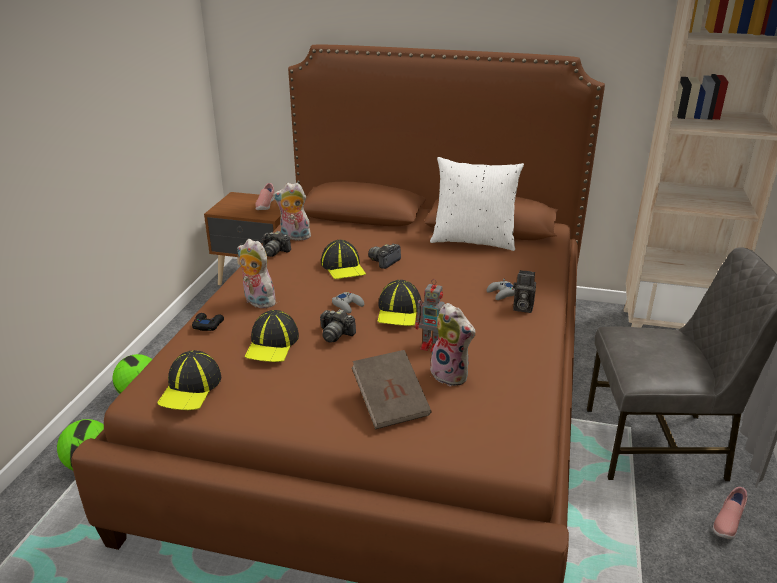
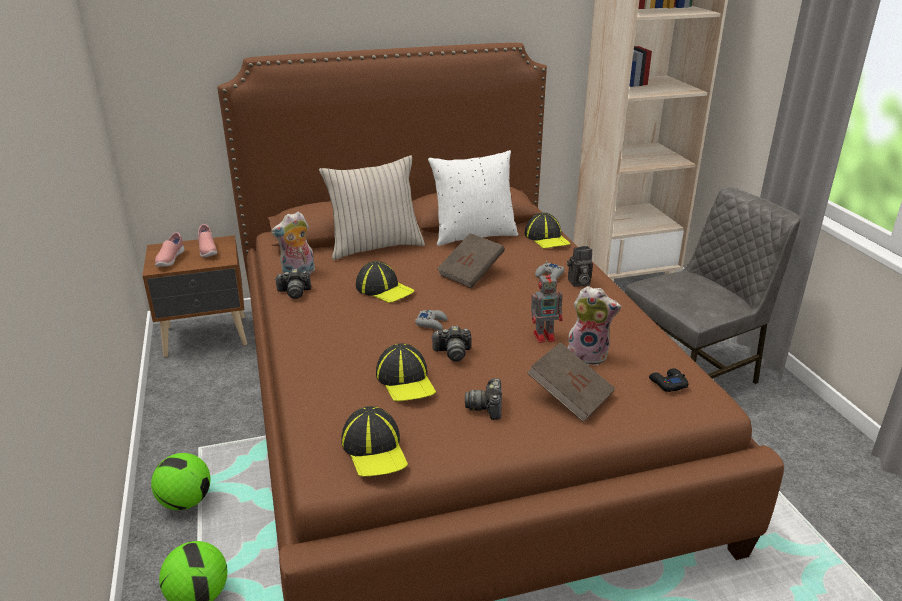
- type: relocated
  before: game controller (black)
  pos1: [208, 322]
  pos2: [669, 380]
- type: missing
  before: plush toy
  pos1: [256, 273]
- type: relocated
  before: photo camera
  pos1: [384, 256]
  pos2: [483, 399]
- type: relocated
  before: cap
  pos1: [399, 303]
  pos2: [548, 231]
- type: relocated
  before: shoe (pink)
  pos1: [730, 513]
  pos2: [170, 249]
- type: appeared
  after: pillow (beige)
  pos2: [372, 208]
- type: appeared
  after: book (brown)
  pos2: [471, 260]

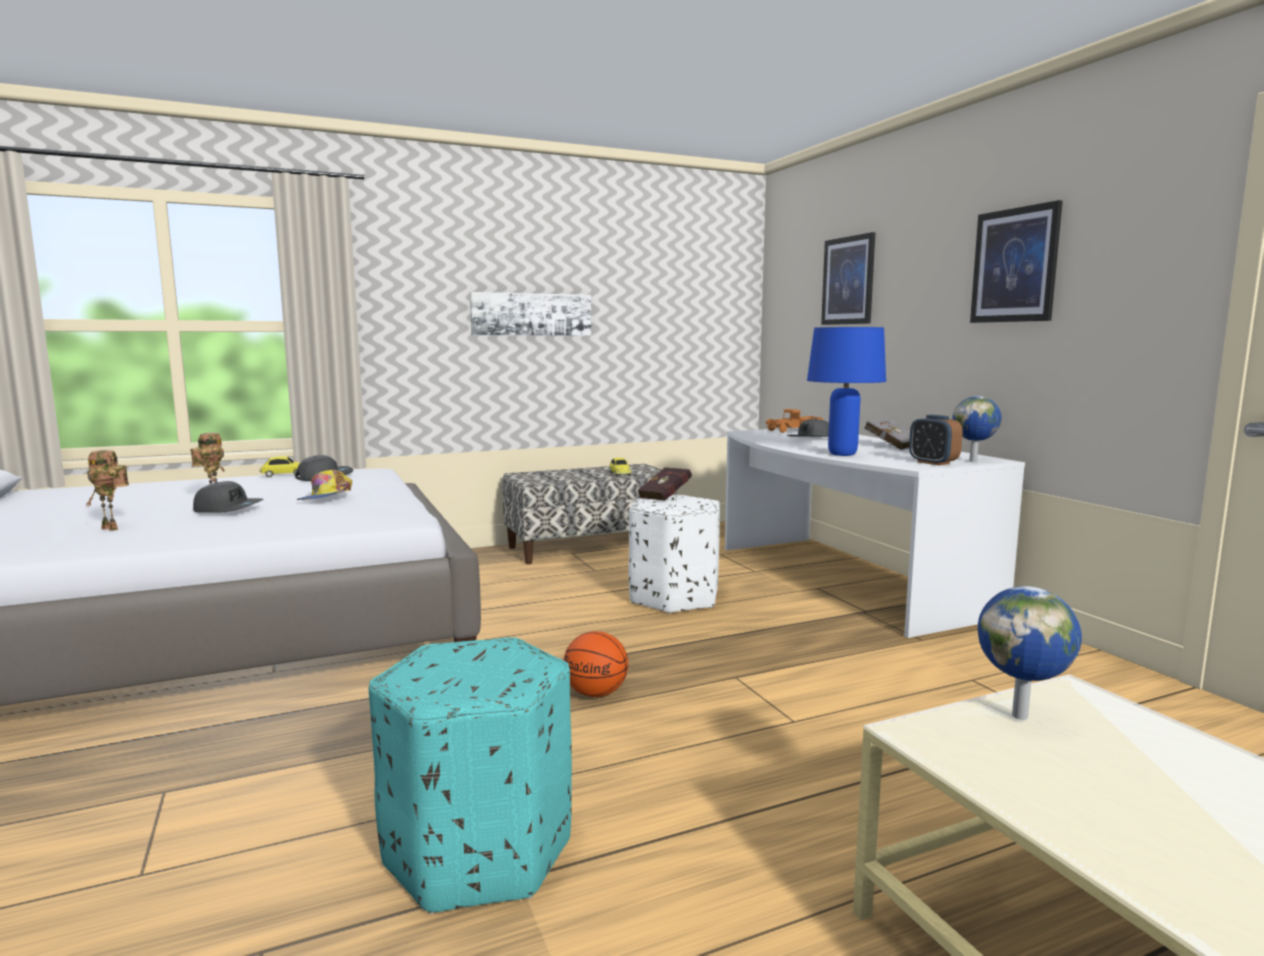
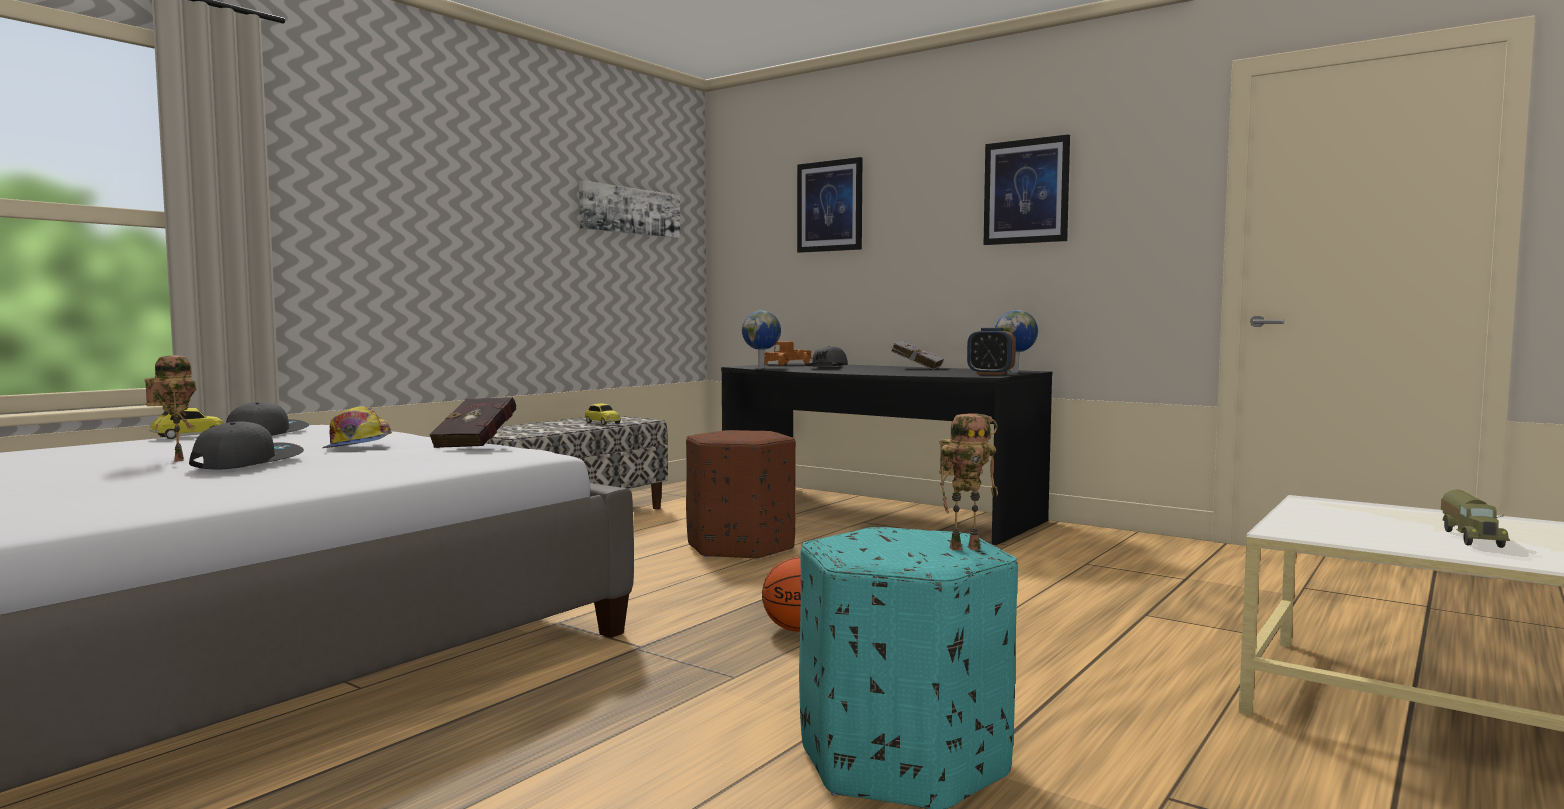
- type: relocated
  before: toy robot
  pos1: [107, 490]
  pos2: [968, 481]
- type: spun
  before: cap (grey)
  pos1: [228, 496]
  pos2: [246, 445]
  turn: -45
- type: relocated
  before: picture
  pos1: [530, 314]
  pos2: [629, 209]
- type: colour
  before: ottoman (white)
  after: ottoman (brown)
  pos1: [674, 554]
  pos2: [741, 495]
- type: relocated
  before: book (red)
  pos1: [665, 484]
  pos2: [472, 422]
- type: colour
  before: desk (white)
  after: desk (black)
  pos1: [875, 533]
  pos2: [886, 454]
- type: missing
  before: table lamp (blue)
  pos1: [846, 391]
- type: relocated
  before: globe
  pos1: [1030, 653]
  pos2: [761, 339]
- type: appeared
  after: toy truck
  pos2: [1475, 519]

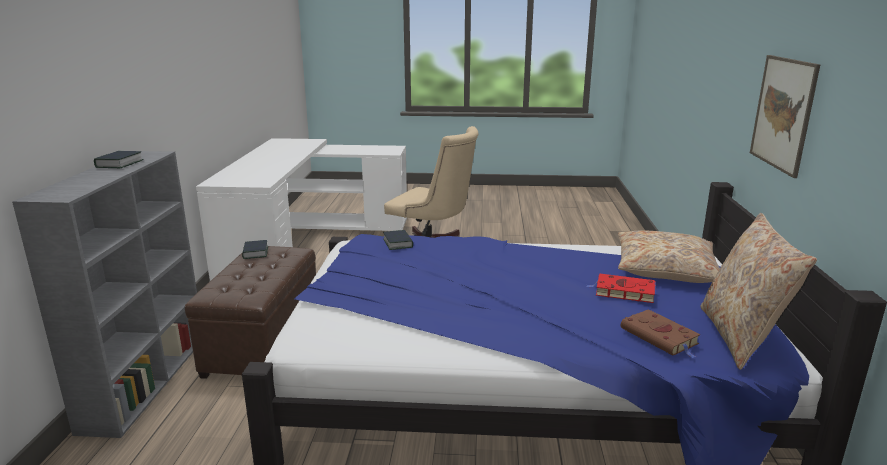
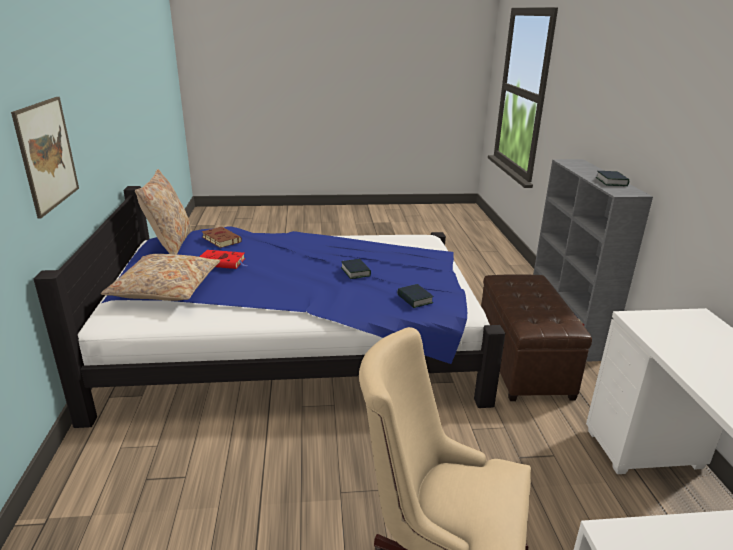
- type: relocated
  before: book
  pos1: [255, 249]
  pos2: [356, 269]

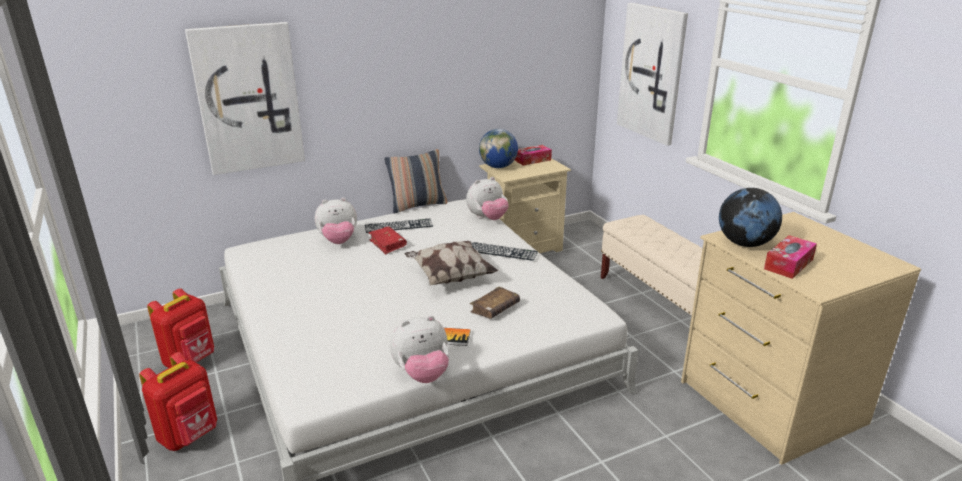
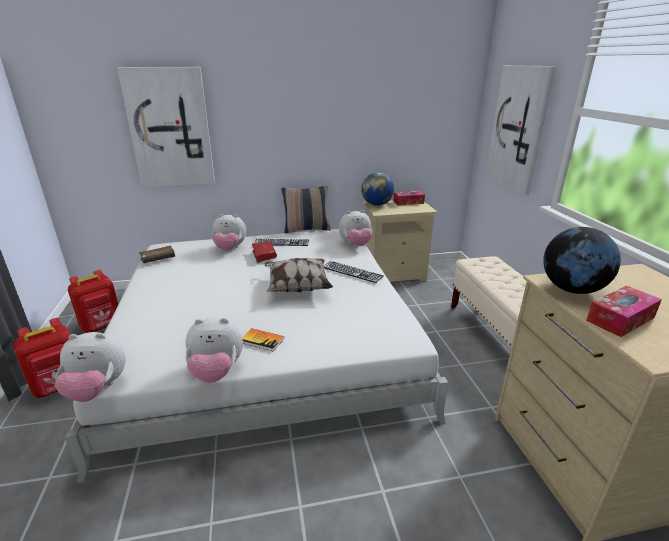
- type: relocated
  before: book (brown)
  pos1: [495, 302]
  pos2: [157, 254]
- type: appeared
  after: plush toy
  pos2: [90, 367]

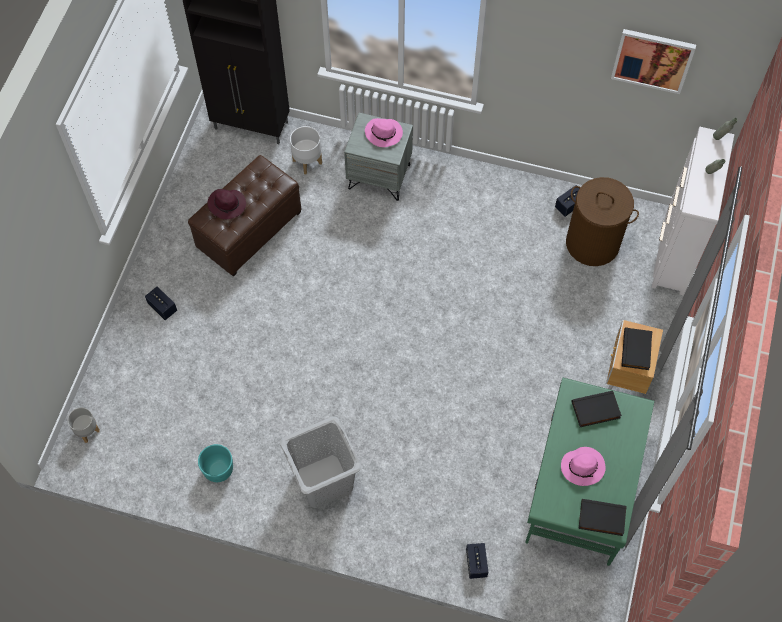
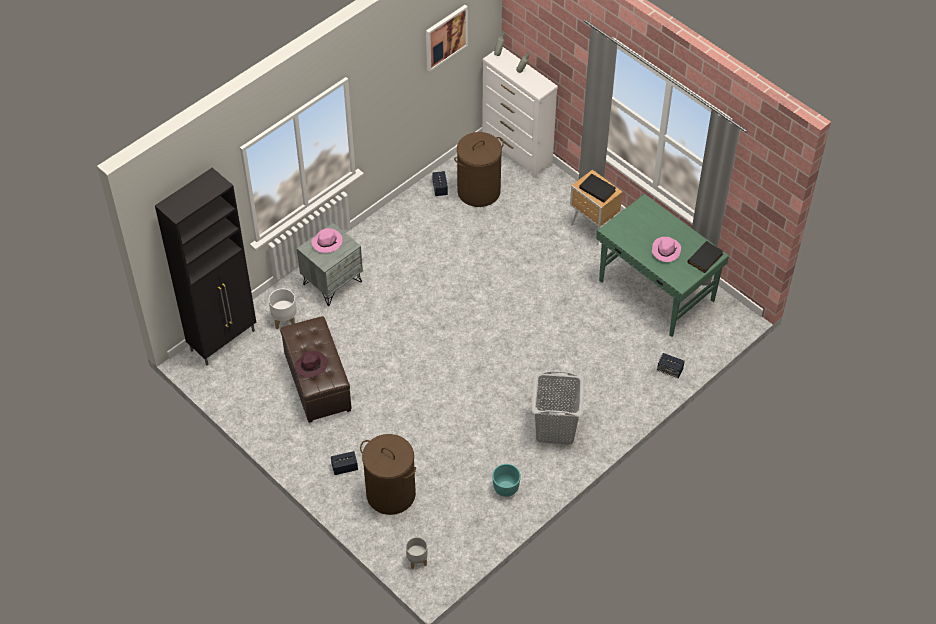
- type: missing
  before: book (black)
  pos1: [597, 409]
- type: appeared
  after: laundry basket (brown)
  pos2: [388, 474]

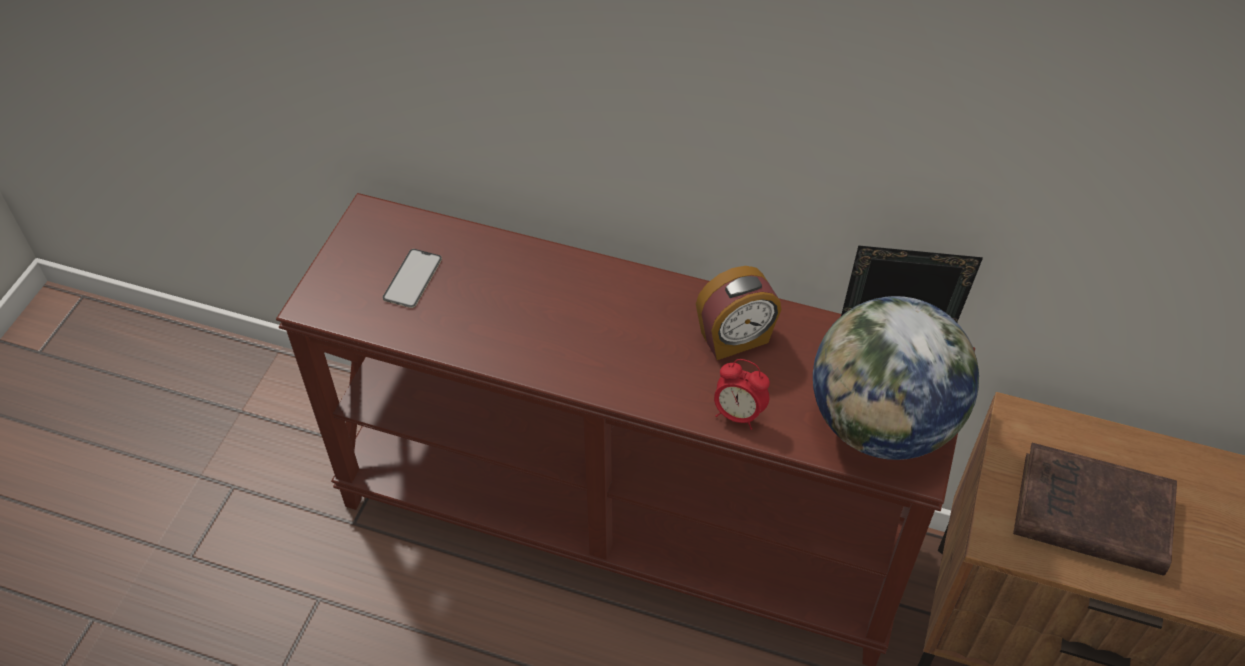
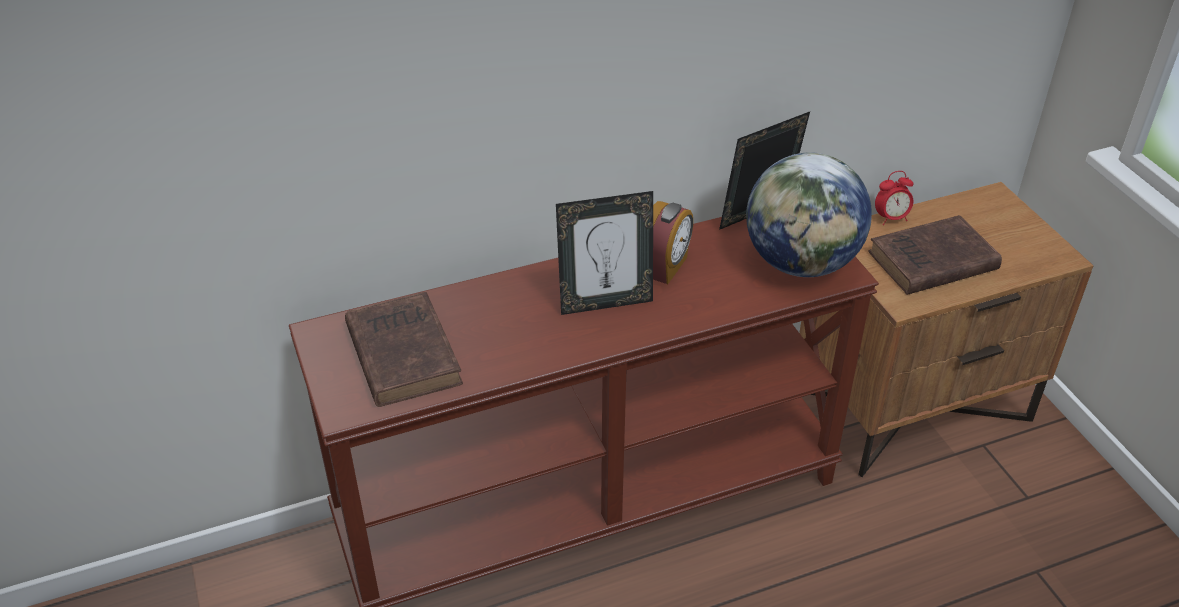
- type: exchanged
  before: phone
  after: book (brown)
  pos1: [412, 278]
  pos2: [404, 349]
- type: relocated
  before: alarm clock
  pos1: [742, 394]
  pos2: [894, 198]
- type: appeared
  after: picture frame
  pos2: [604, 253]

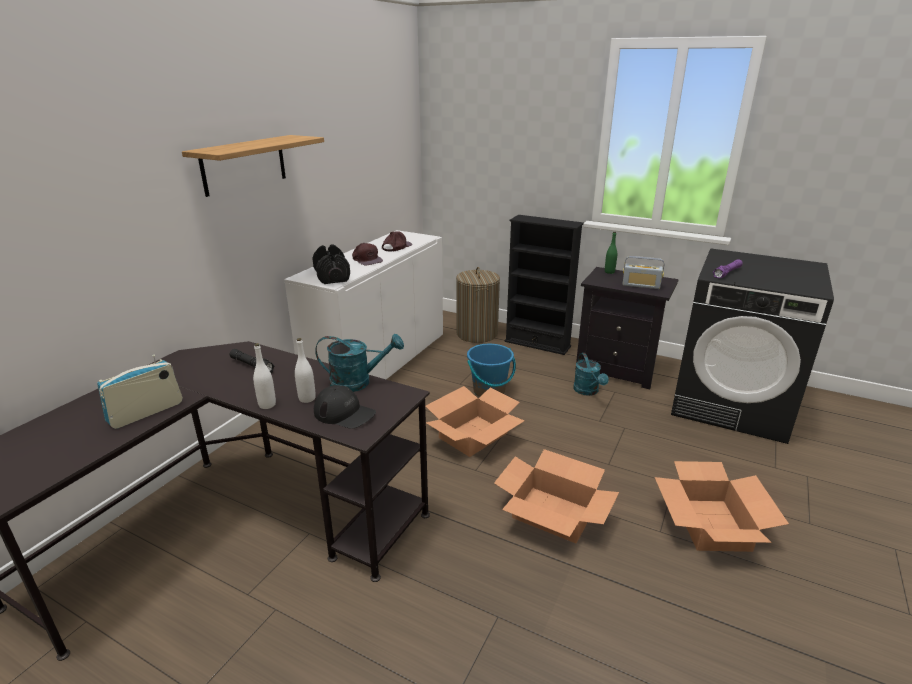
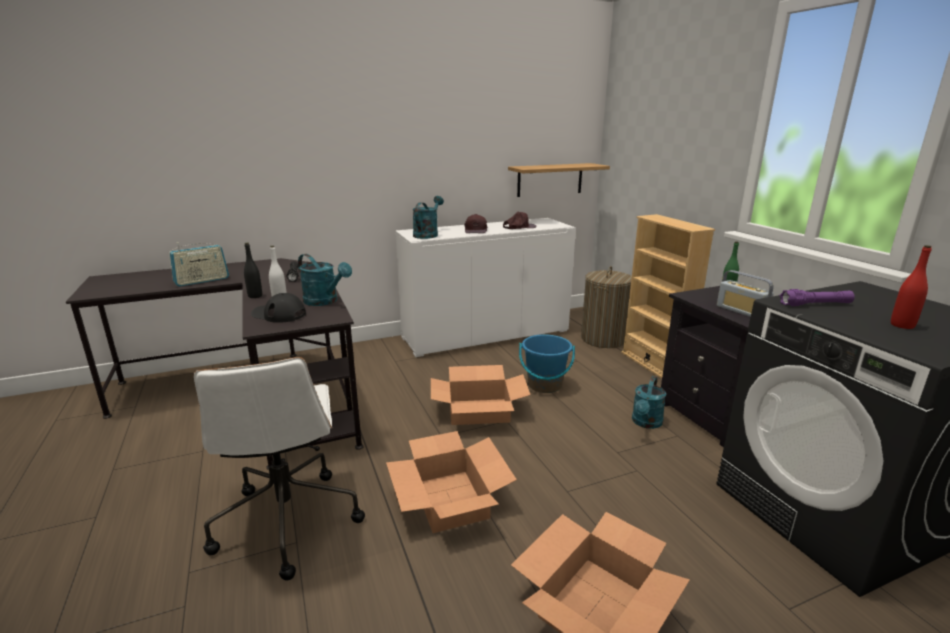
- type: spun
  before: radio
  pos1: [140, 392]
  pos2: [199, 264]
  turn: 150
- type: relocated
  before: shelf
  pos1: [253, 166]
  pos2: [559, 180]
- type: colour
  before: bottle (white)
  after: bottle (black)
  pos1: [264, 376]
  pos2: [253, 270]
- type: exchanged
  before: dumbbell (black)
  after: watering can (turquoise)
  pos1: [331, 264]
  pos2: [428, 217]
- type: spun
  before: cap (black)
  pos1: [345, 407]
  pos2: [278, 308]
  turn: 135
- type: colour
  before: bookcase (black)
  after: bookcase (beige)
  pos1: [544, 285]
  pos2: [668, 296]
- type: appeared
  after: office chair (white)
  pos2: [279, 469]
- type: appeared
  after: bottle (red)
  pos2: [911, 287]

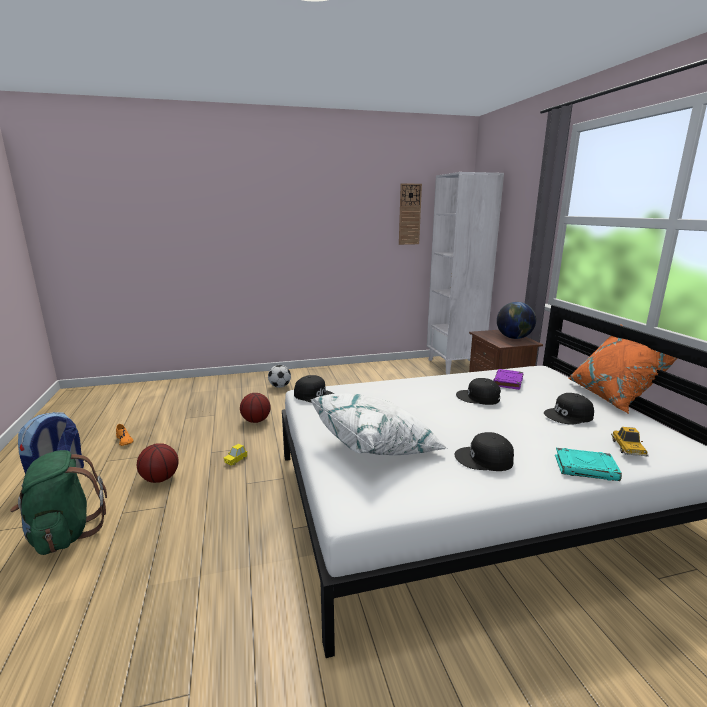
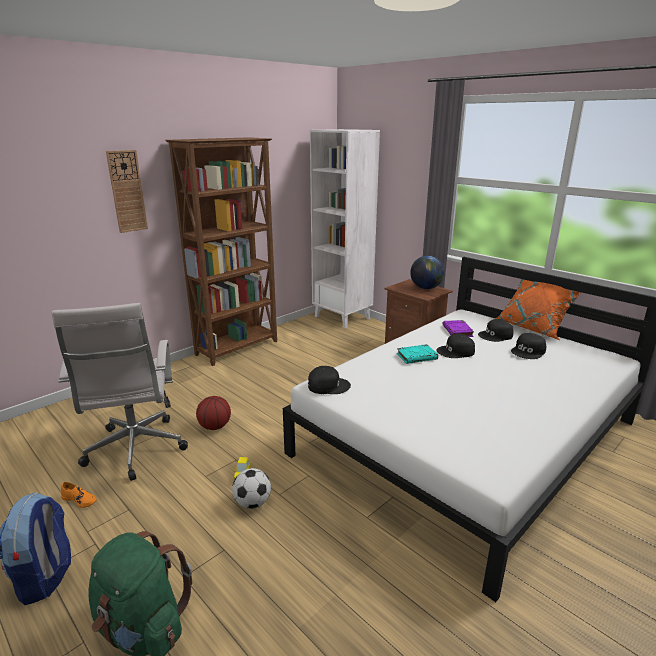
- type: missing
  before: basketball
  pos1: [158, 463]
- type: relocated
  before: football
  pos1: [279, 376]
  pos2: [251, 488]
- type: missing
  before: pillow (white)
  pos1: [379, 424]
- type: relocated
  before: wall clock
  pos1: [410, 214]
  pos2: [127, 191]
- type: relocated
  before: cap (black)
  pos1: [484, 451]
  pos2: [496, 330]
- type: relocated
  before: book (turquoise)
  pos1: [588, 464]
  pos2: [417, 354]
- type: missing
  before: toy car
  pos1: [630, 442]
- type: appeared
  after: office chair (white)
  pos2: [119, 392]
- type: appeared
  after: bookcase (brown)
  pos2: [221, 251]

